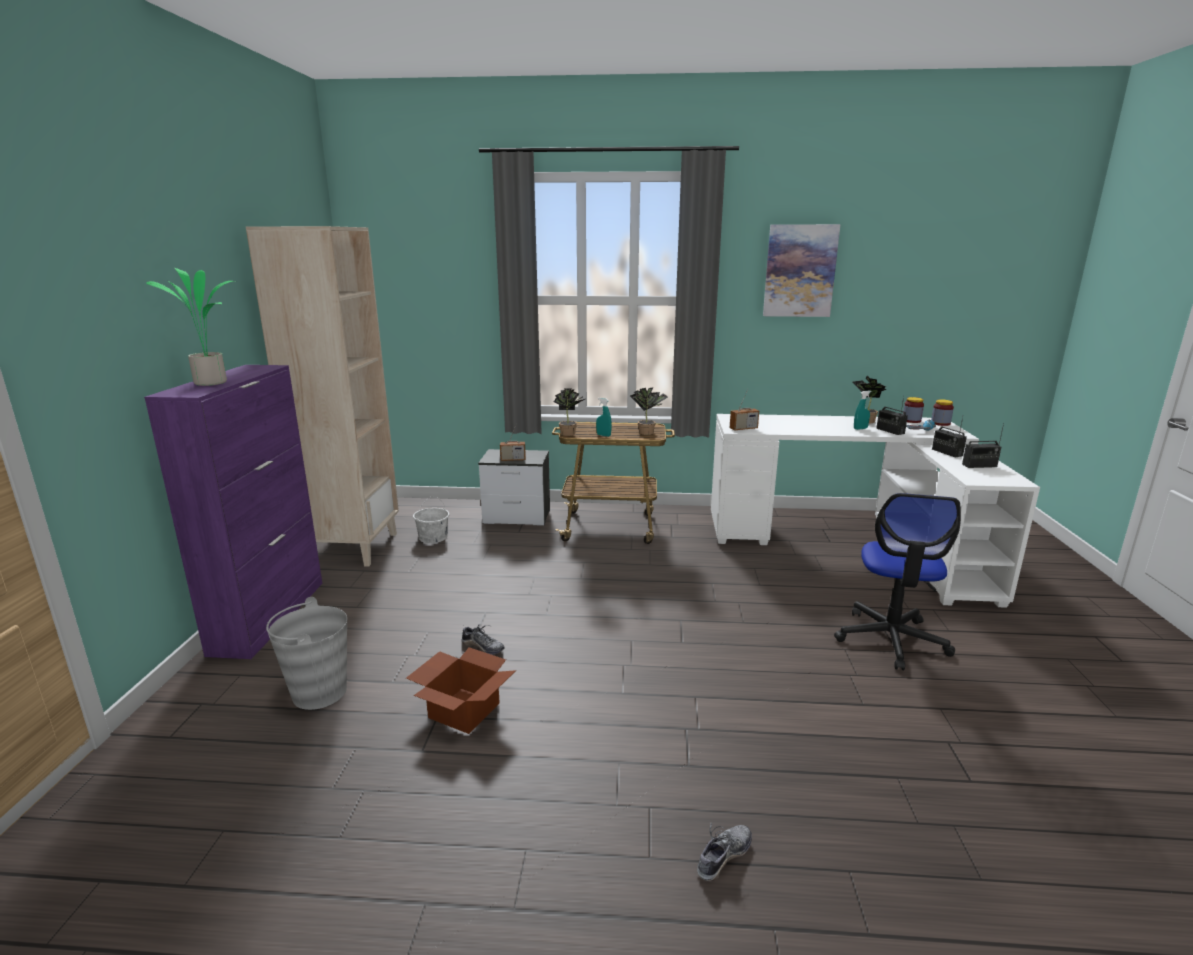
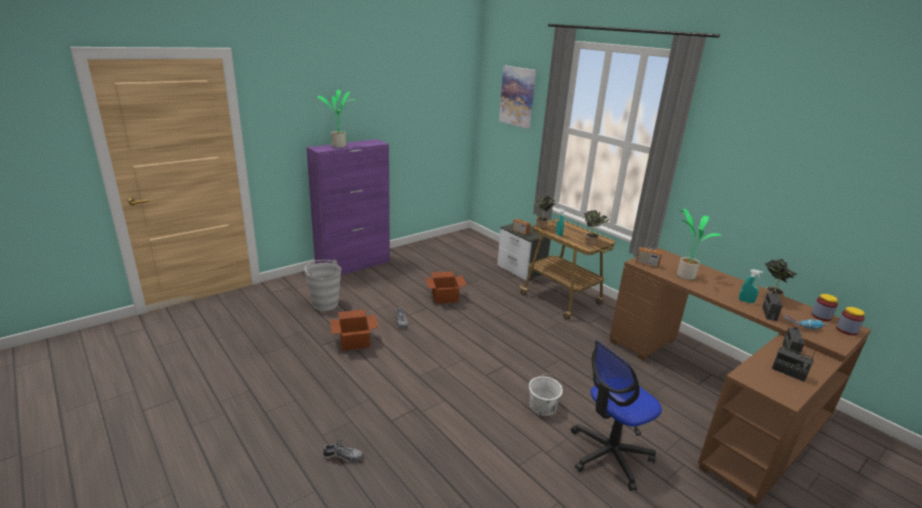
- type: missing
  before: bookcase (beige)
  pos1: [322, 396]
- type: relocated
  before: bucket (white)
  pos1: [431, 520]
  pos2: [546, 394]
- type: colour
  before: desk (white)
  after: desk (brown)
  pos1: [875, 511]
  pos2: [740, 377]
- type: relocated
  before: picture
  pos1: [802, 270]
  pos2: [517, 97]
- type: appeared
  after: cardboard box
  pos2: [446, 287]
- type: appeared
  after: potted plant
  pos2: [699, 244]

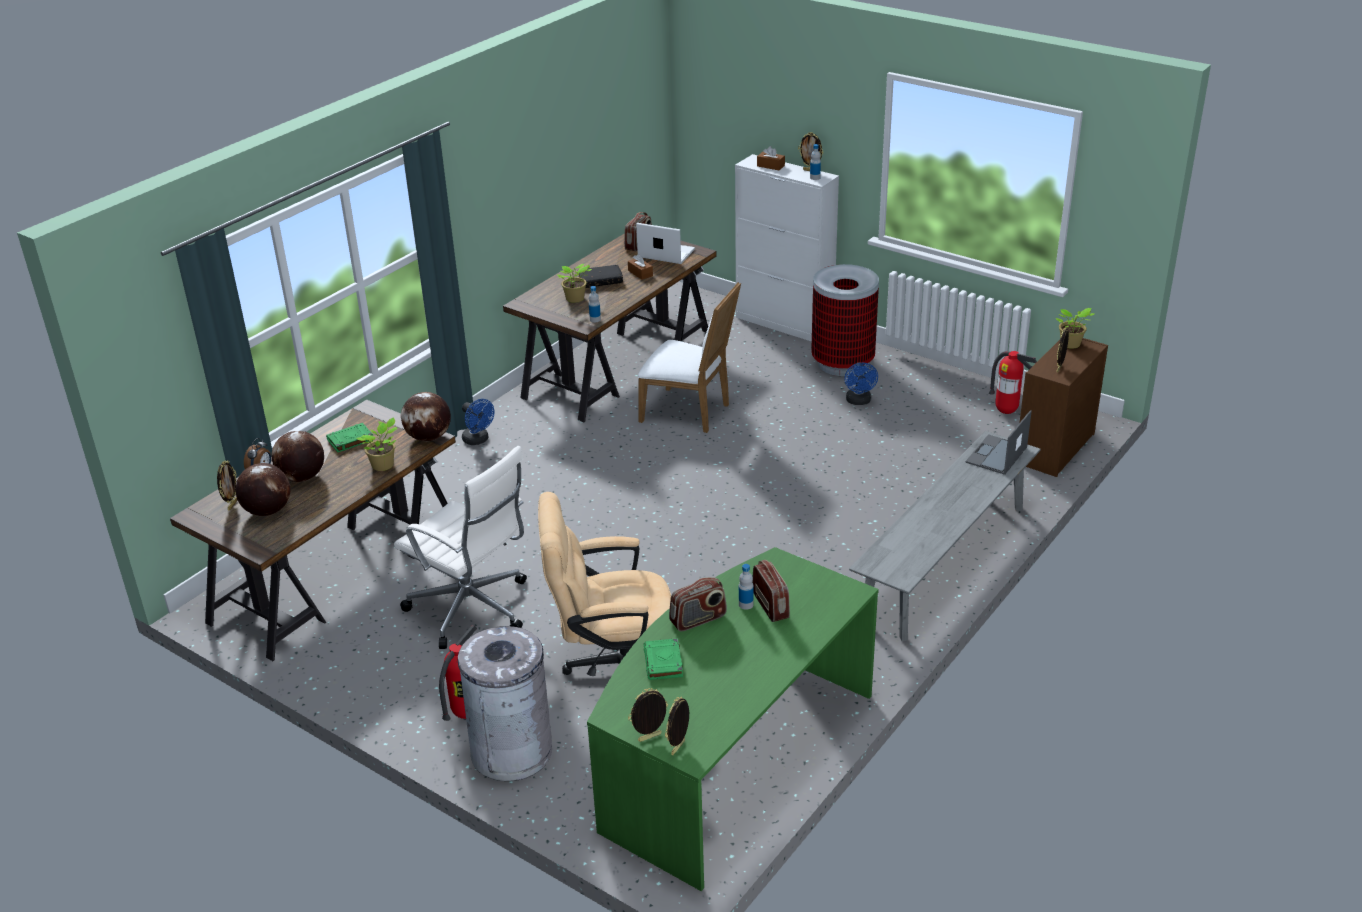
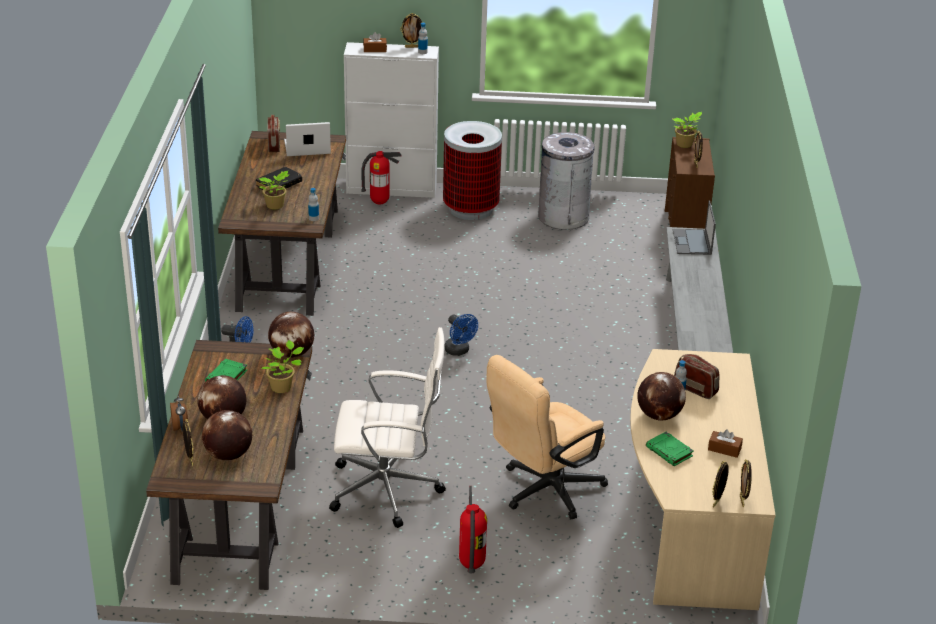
- type: relocated
  before: trash can (grey)
  pos1: [505, 703]
  pos2: [567, 181]
- type: colour
  before: desk (green)
  after: desk (beige)
  pos1: [733, 719]
  pos2: [702, 479]
- type: relocated
  before: tissue box (brown)
  pos1: [640, 267]
  pos2: [725, 444]
- type: missing
  before: chair (white)
  pos1: [689, 357]
- type: exchanged
  before: radio
  after: globe
  pos1: [698, 604]
  pos2: [661, 396]
- type: relocated
  before: fan (blue)
  pos1: [861, 383]
  pos2: [461, 335]
- type: relocated
  before: fire extinguisher
  pos1: [1013, 382]
  pos2: [381, 178]

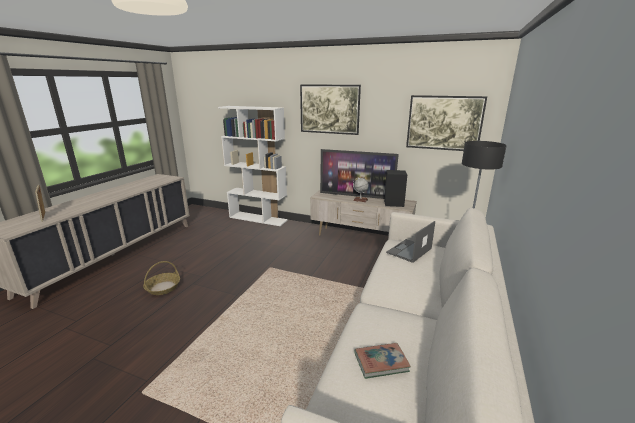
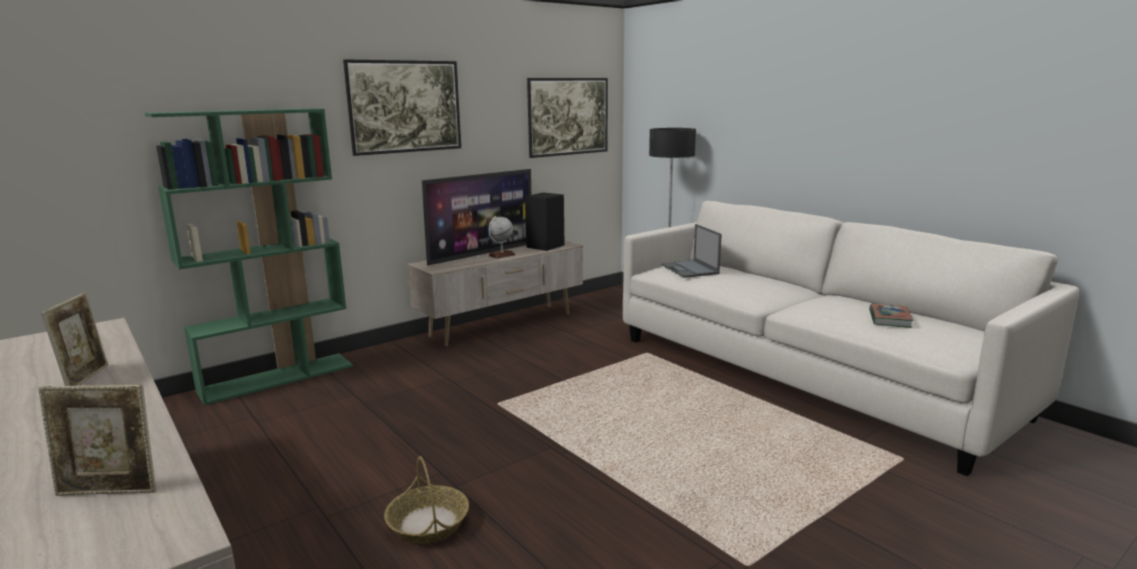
- type: colour
  before: bookcase (white)
  after: bookcase (green)
  pos1: [253, 166]
  pos2: [249, 257]
- type: appeared
  after: picture frame
  pos2: [74, 339]

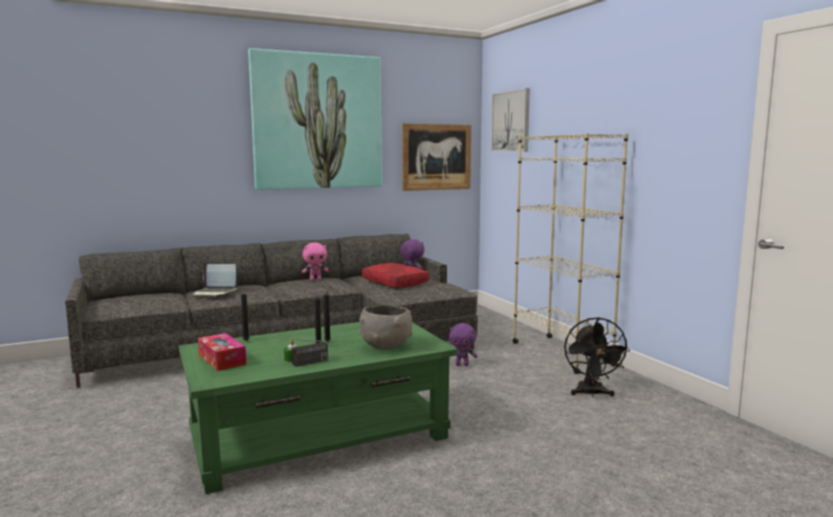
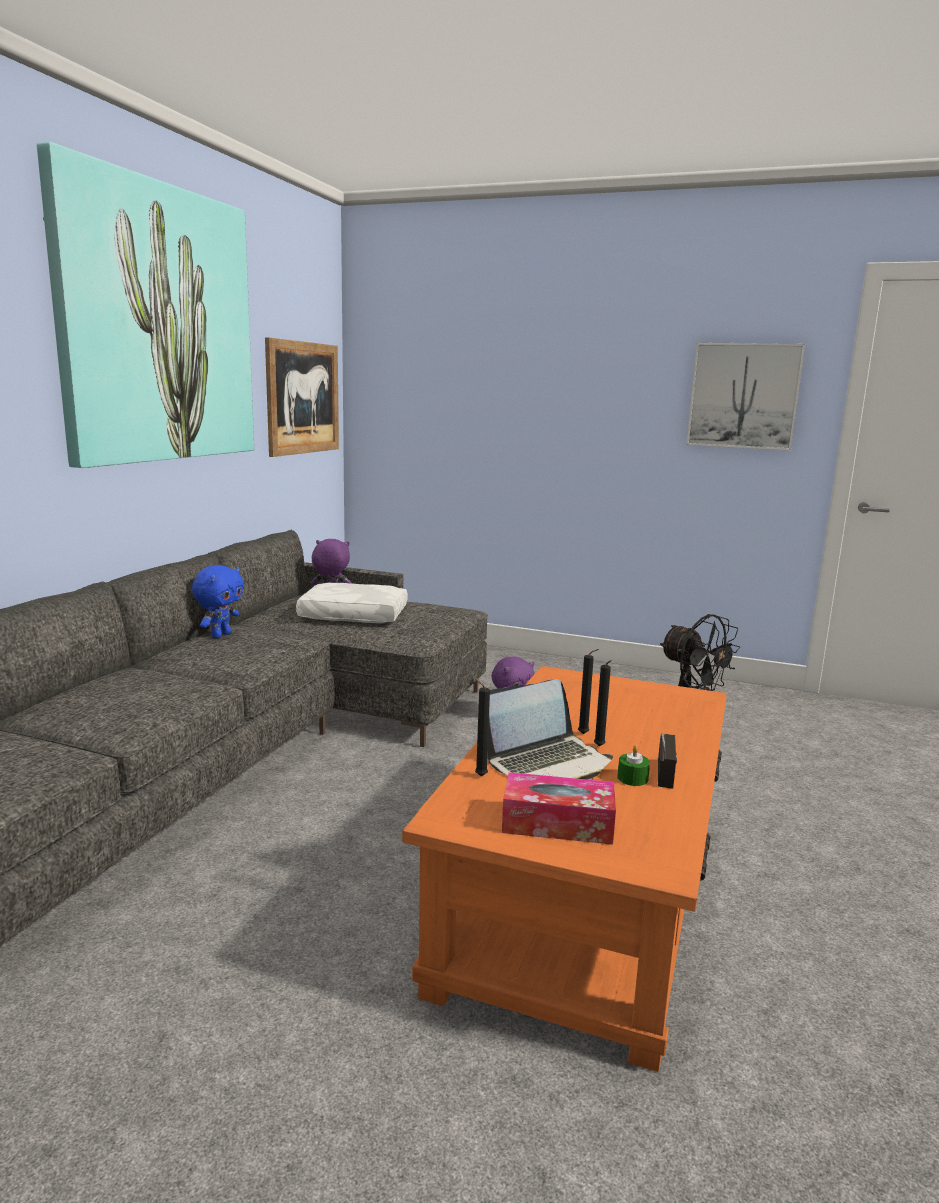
- type: colour
  before: coffee table (green)
  after: coffee table (orange)
  pos1: [318, 408]
  pos2: [564, 869]
- type: relocated
  before: laptop
  pos1: [215, 279]
  pos2: [550, 729]
- type: colour
  before: plush toy (pink)
  after: plush toy (blue)
  pos1: [315, 262]
  pos2: [218, 601]
- type: missing
  before: bowl (grey)
  pos1: [386, 327]
- type: colour
  before: pillow (red)
  after: pillow (white)
  pos1: [395, 275]
  pos2: [352, 603]
- type: relocated
  before: picture
  pos1: [510, 120]
  pos2: [745, 396]
- type: missing
  before: bookcase (beige)
  pos1: [570, 253]

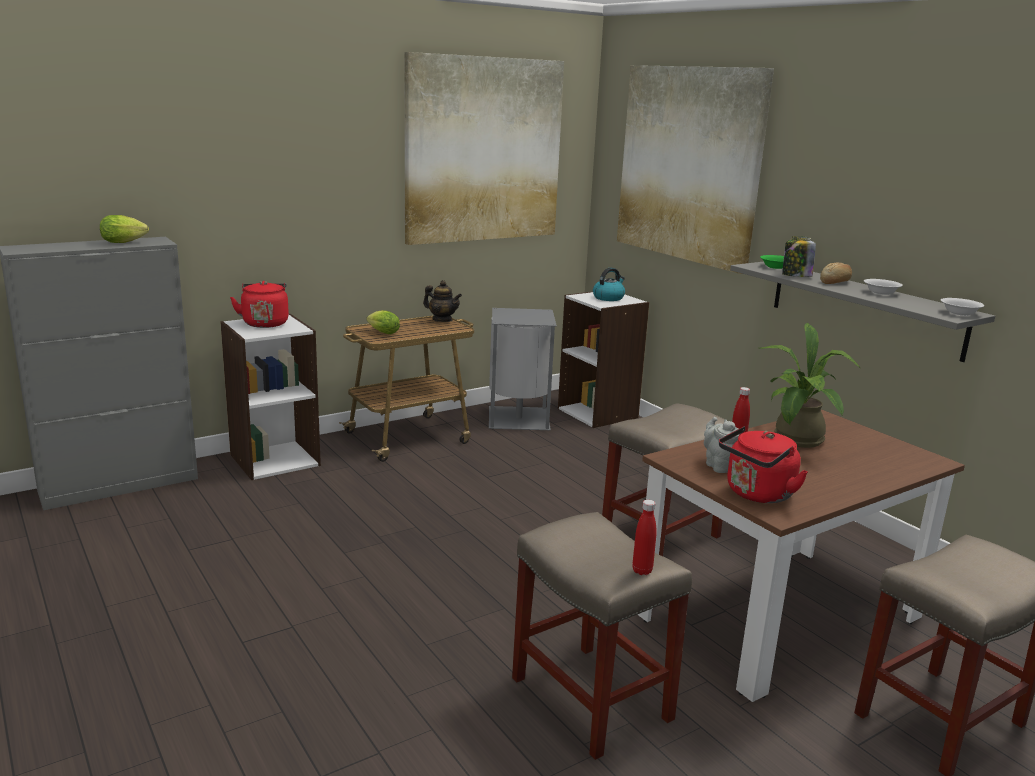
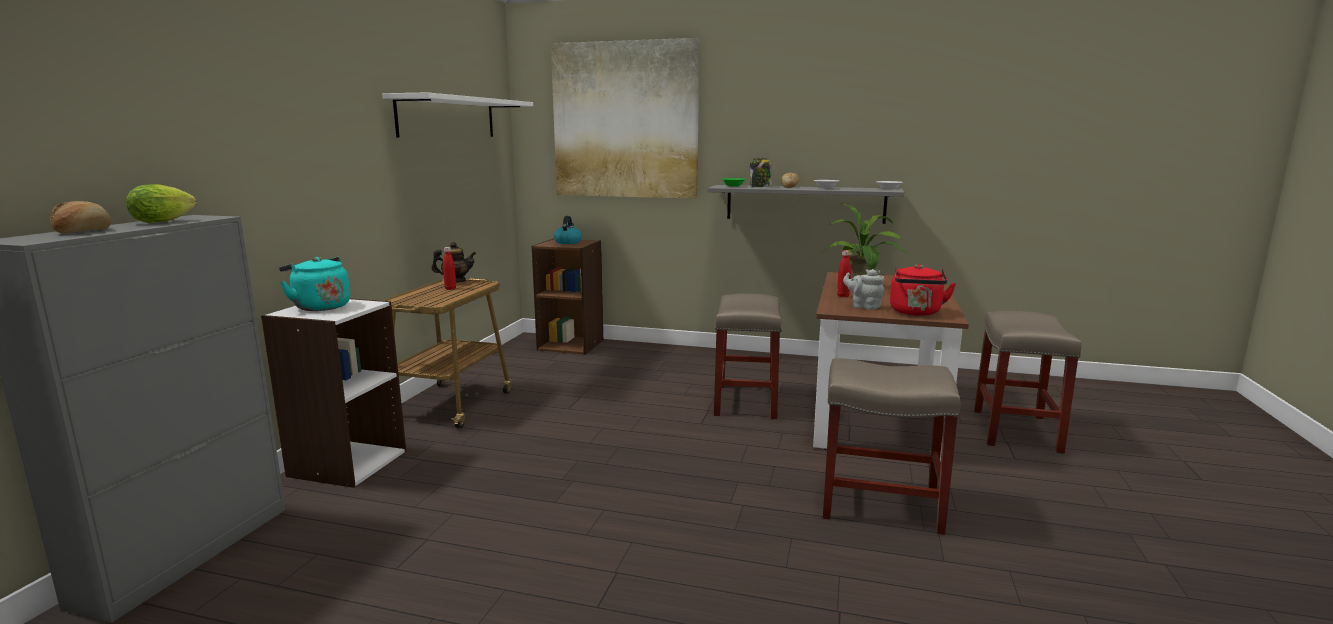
- type: colour
  before: kettle (red)
  after: kettle (turquoise)
  pos1: [259, 304]
  pos2: [314, 284]
- type: missing
  before: lettuce
  pos1: [383, 322]
- type: exchanged
  before: picture
  after: shelf (white)
  pos1: [484, 148]
  pos2: [457, 115]
- type: missing
  before: trash can (grey)
  pos1: [523, 369]
- type: colour
  before: bookcase (white)
  after: bookcase (brown)
  pos1: [603, 360]
  pos2: [568, 296]
- type: relocated
  before: bottle (red)
  pos1: [644, 537]
  pos2: [449, 268]
- type: appeared
  after: bread
  pos2: [81, 217]

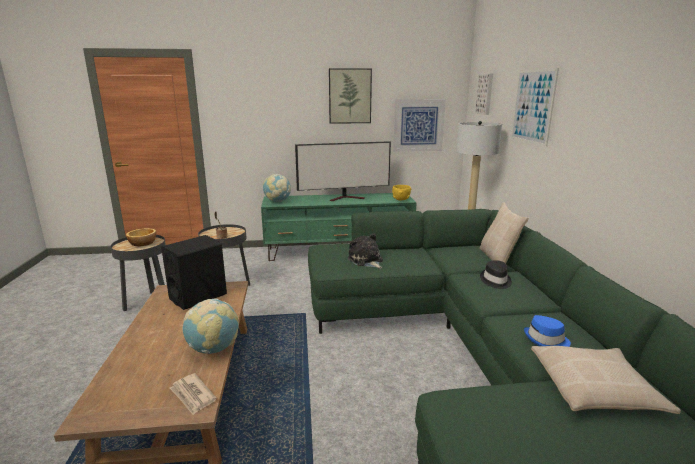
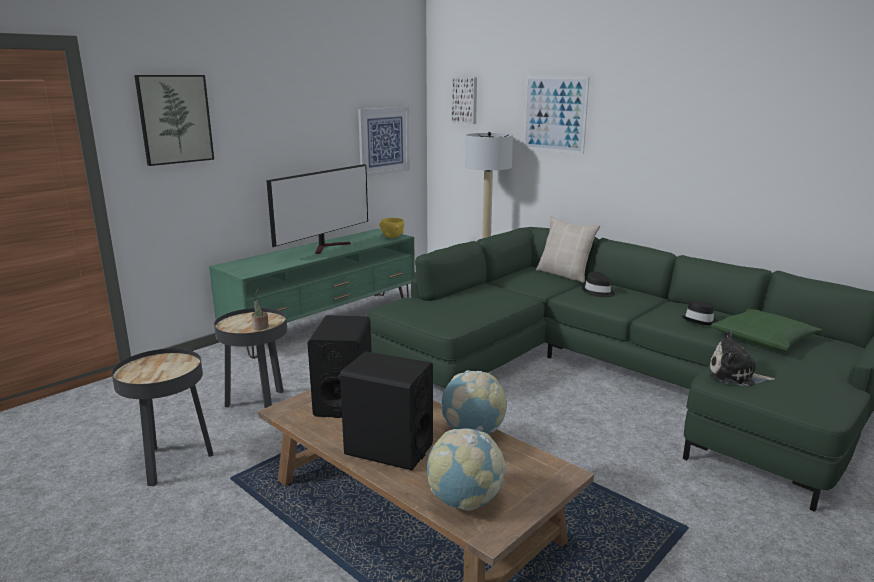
- type: missing
  before: bowl
  pos1: [141, 237]
- type: missing
  before: newspaper
  pos1: [193, 394]
- type: relocated
  before: globe
  pos1: [277, 188]
  pos2: [466, 469]
- type: relocated
  before: picture
  pos1: [350, 96]
  pos2: [174, 120]
- type: relocated
  before: plush toy
  pos1: [365, 251]
  pos2: [742, 358]
- type: colour
  before: hat (blue)
  after: hat (black)
  pos1: [547, 331]
  pos2: [699, 313]
- type: colour
  before: pillow (beige)
  after: pillow (green)
  pos1: [606, 380]
  pos2: [766, 330]
- type: appeared
  after: speaker (black)
  pos2: [385, 410]

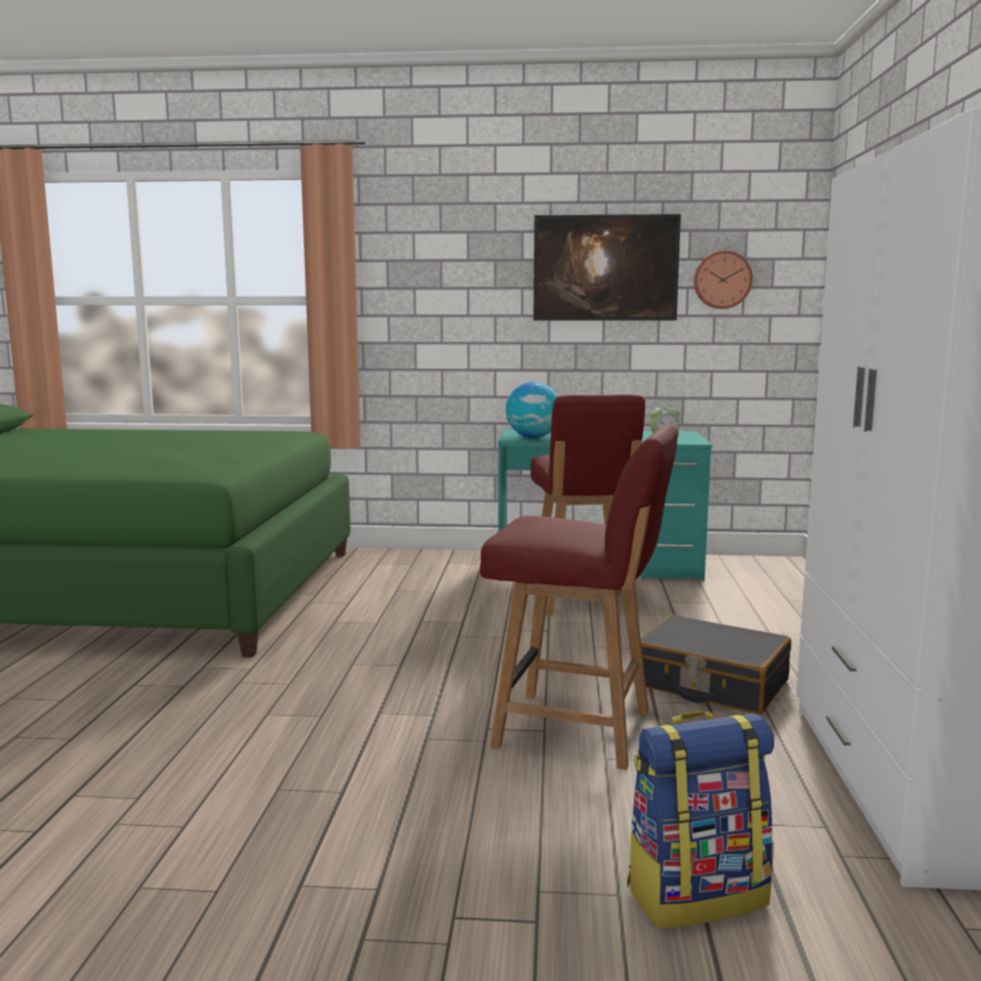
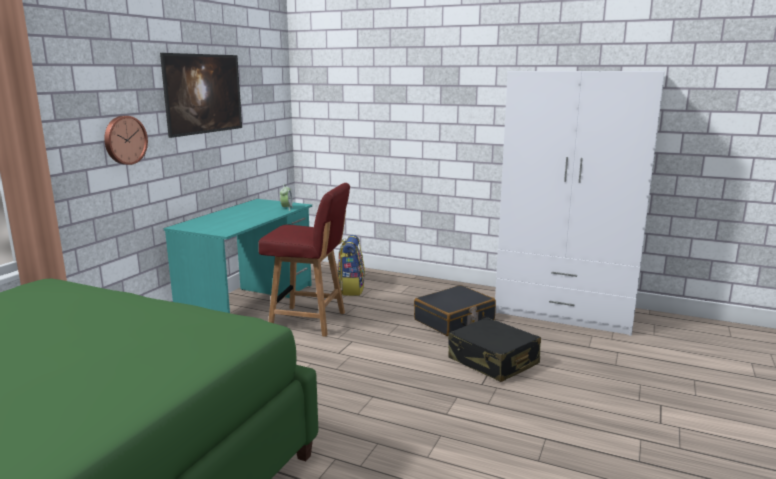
- type: exchanged
  before: chair (red)
  after: suitcase (black)
  pos1: [579, 597]
  pos2: [494, 349]
- type: missing
  before: globe
  pos1: [532, 410]
- type: relocated
  before: backpack
  pos1: [700, 819]
  pos2: [351, 265]
- type: relocated
  before: wall clock
  pos1: [723, 280]
  pos2: [126, 140]

